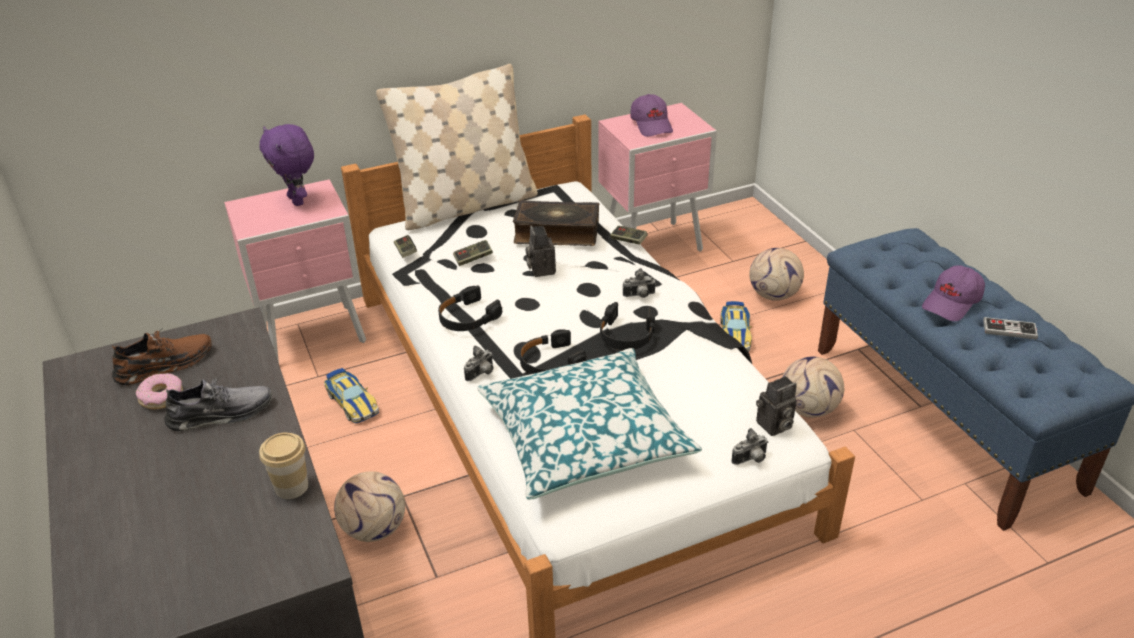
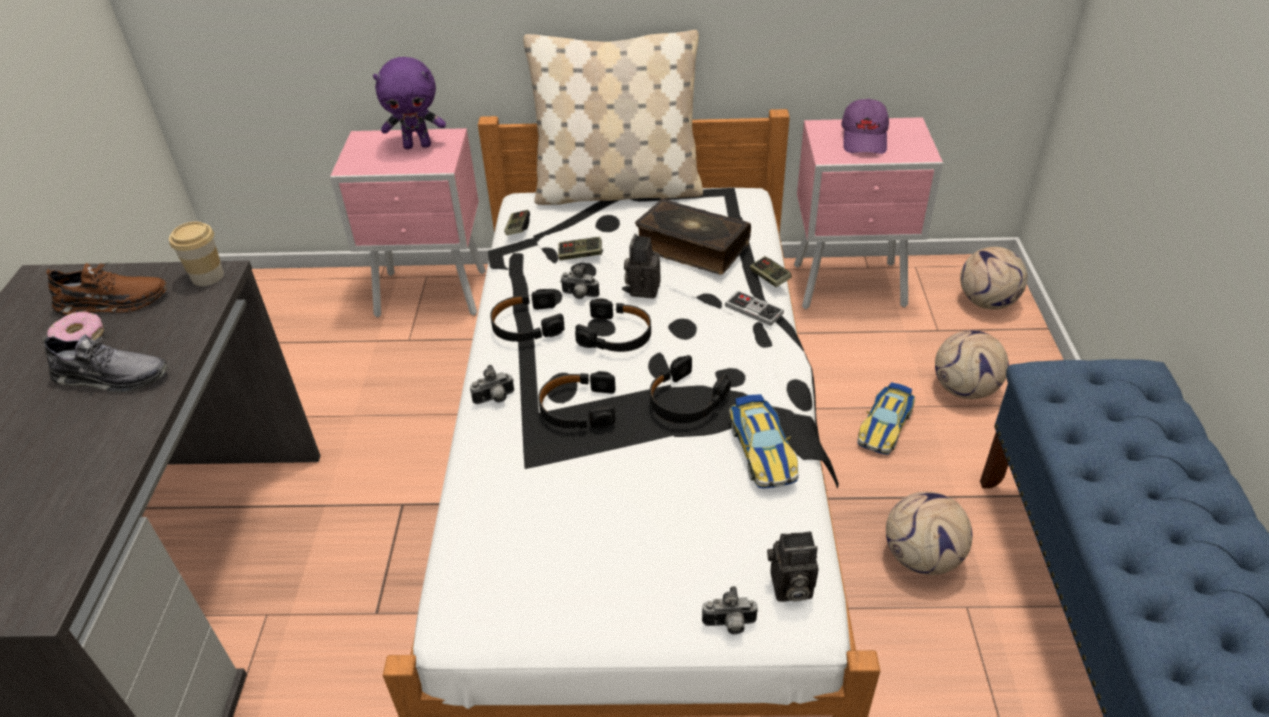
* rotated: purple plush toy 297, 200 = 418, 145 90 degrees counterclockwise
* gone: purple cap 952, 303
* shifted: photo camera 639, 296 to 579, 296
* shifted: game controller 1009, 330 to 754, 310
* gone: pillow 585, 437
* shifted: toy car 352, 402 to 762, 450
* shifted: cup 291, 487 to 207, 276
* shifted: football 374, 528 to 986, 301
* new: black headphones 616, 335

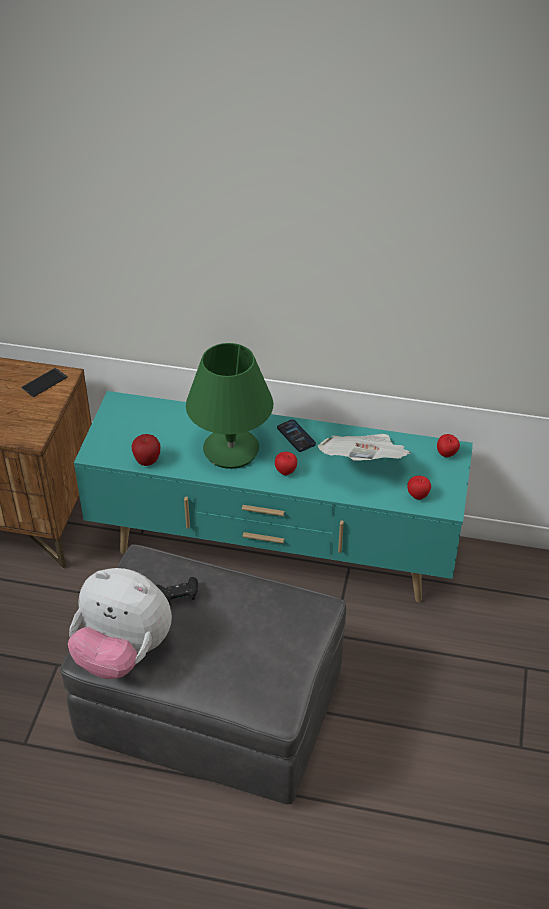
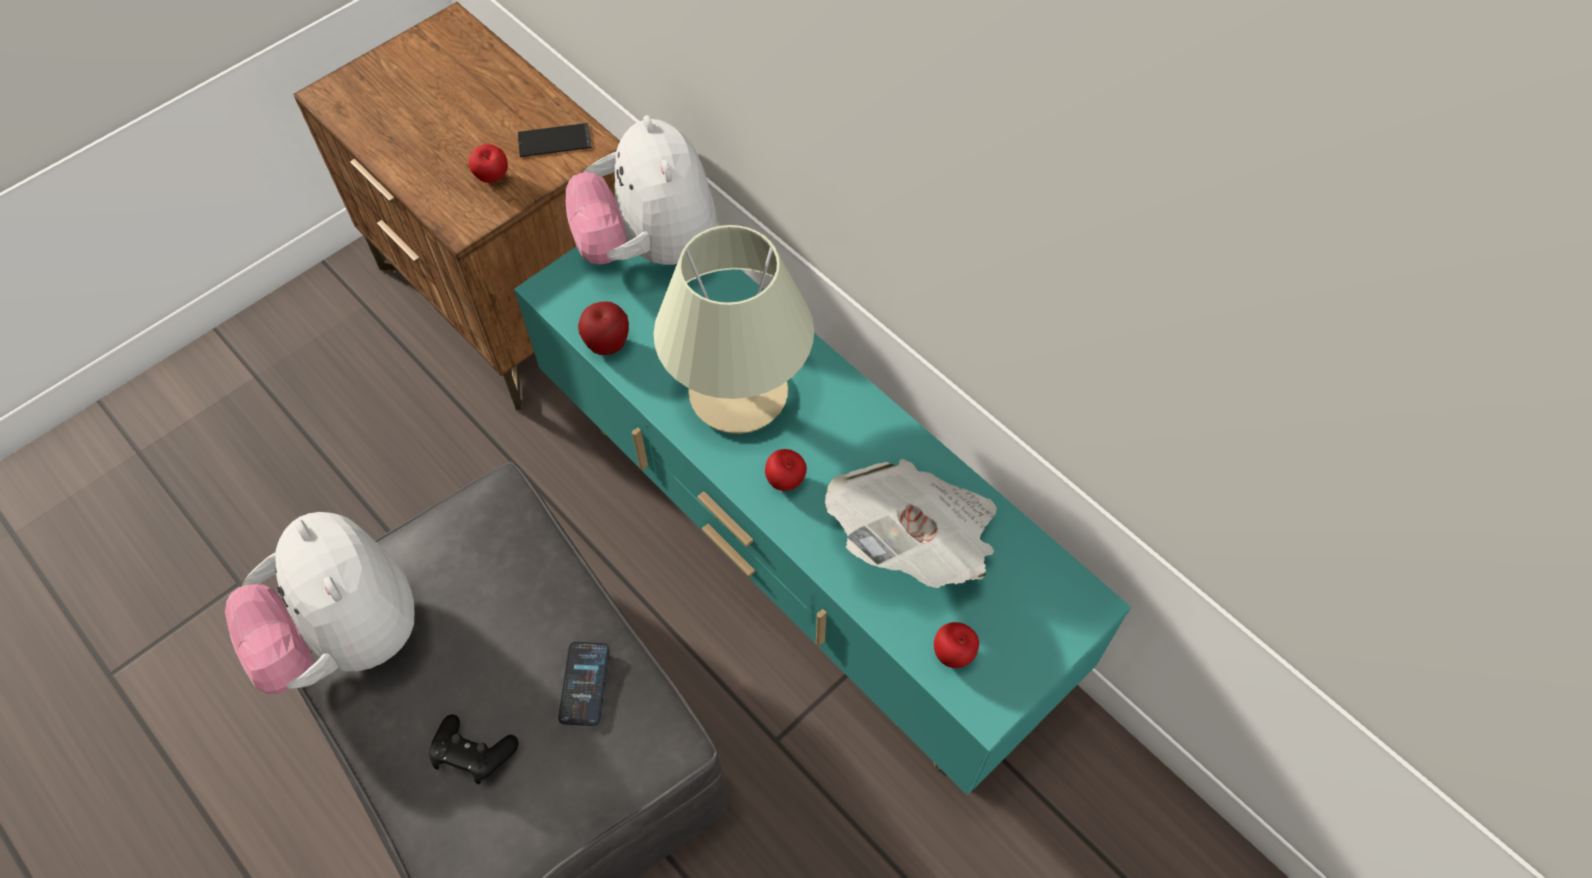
* repainted: green table lamp 230, 450 to beige table lamp 737, 394
* shifted: phone 296, 436 to 584, 684
* shifted: apple 446, 454 to 493, 178
* shifted: black game controller 178, 596 to 473, 754
* new: plush toy 650, 248

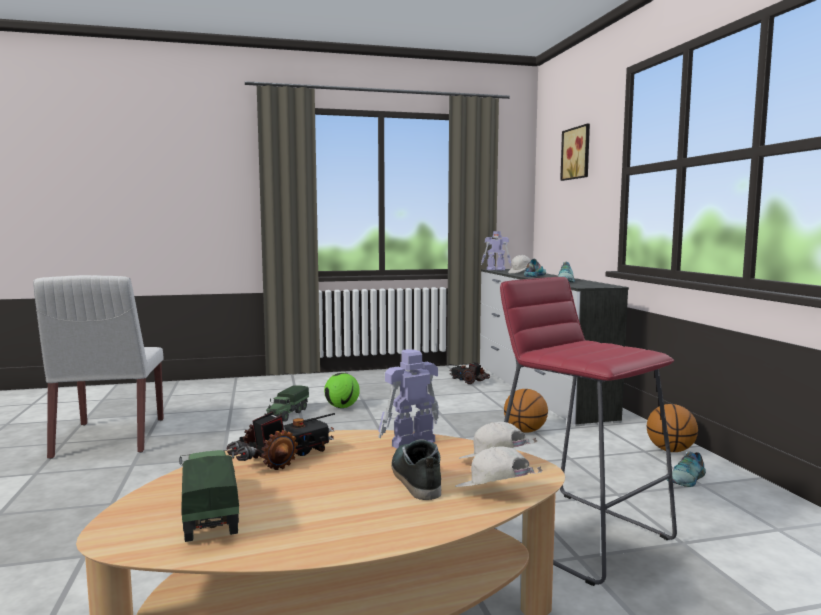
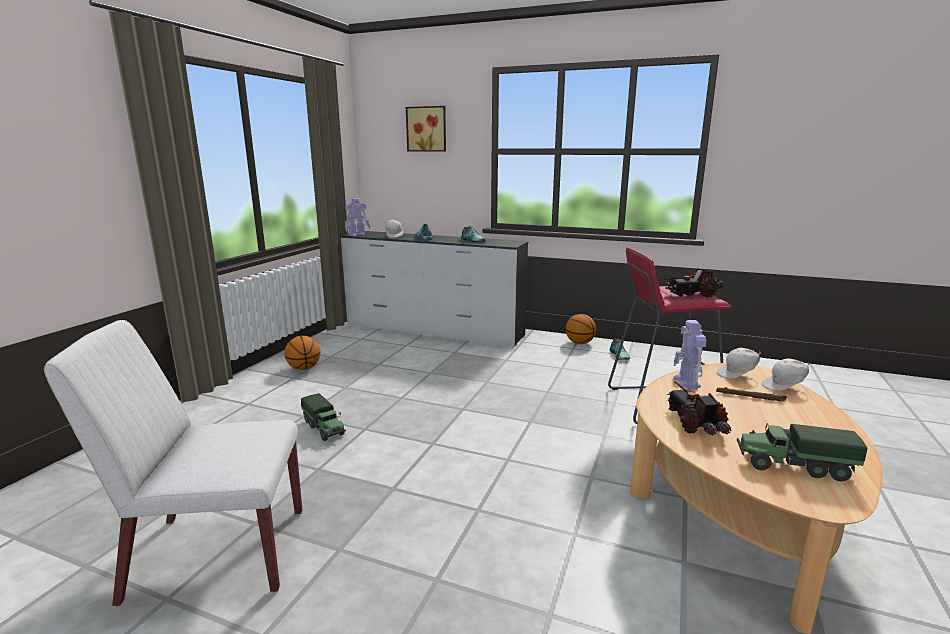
* rotated: white chair 110, 438 = 216, 553 150 degrees clockwise
* shifted: toy truck 468, 381 to 692, 294
* gone: football 342, 407
* shifted: basketball 524, 431 to 304, 368
* swapped: shoe 415, 477 to brown flashlight 750, 397

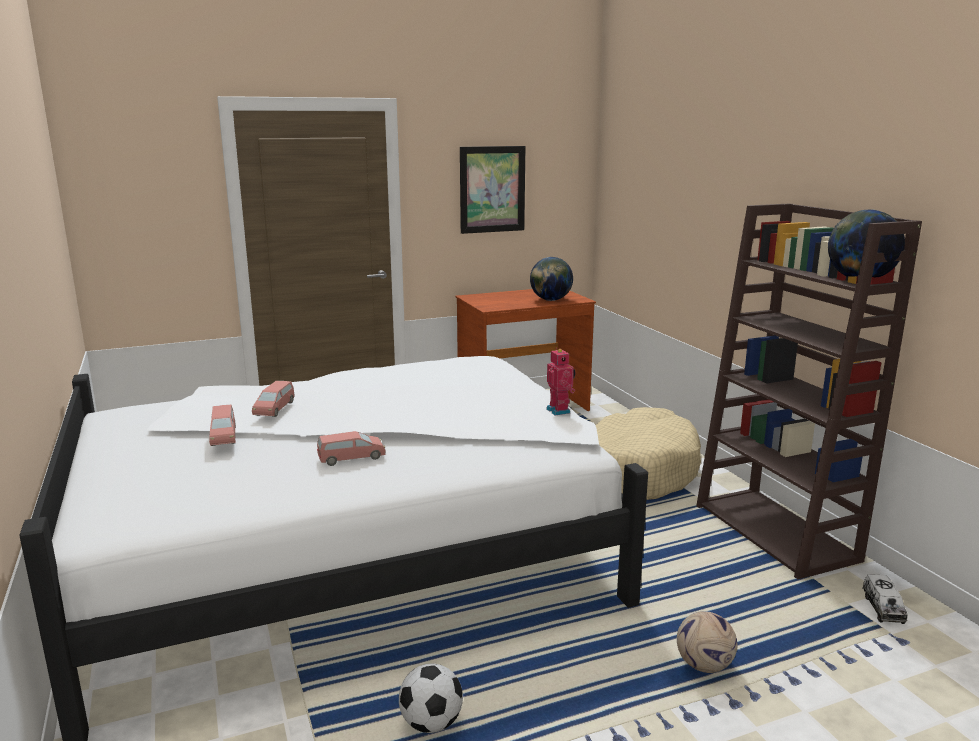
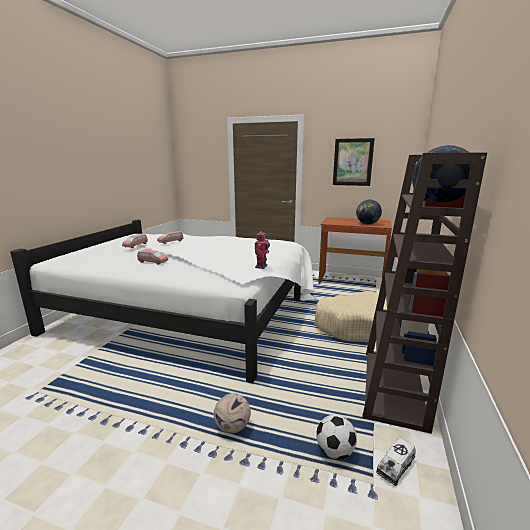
* shifted: football 431, 723 to 334, 451

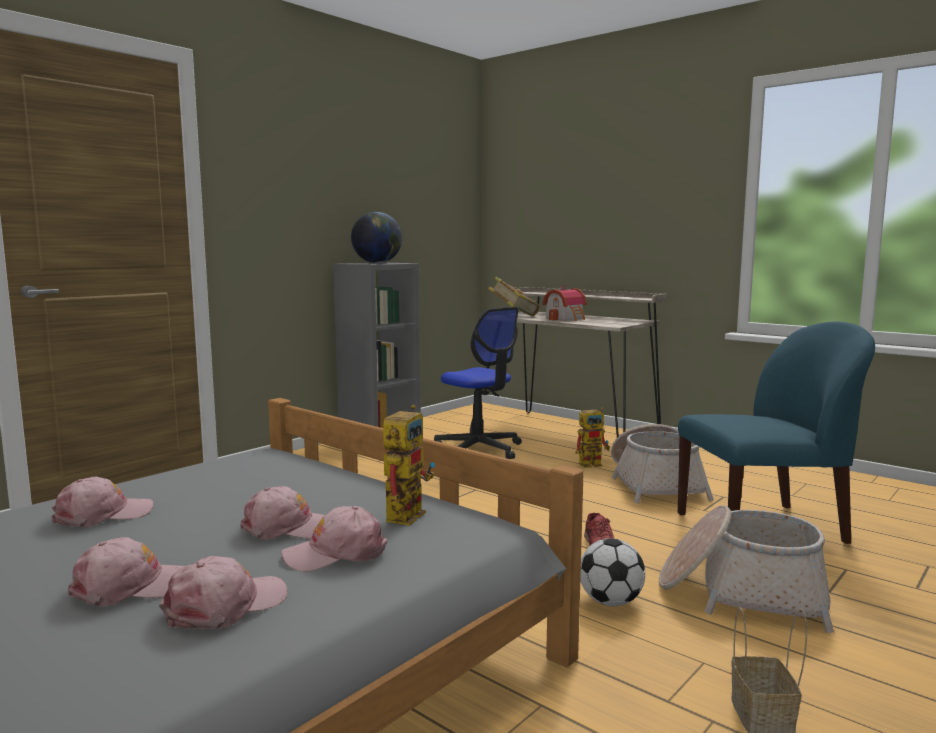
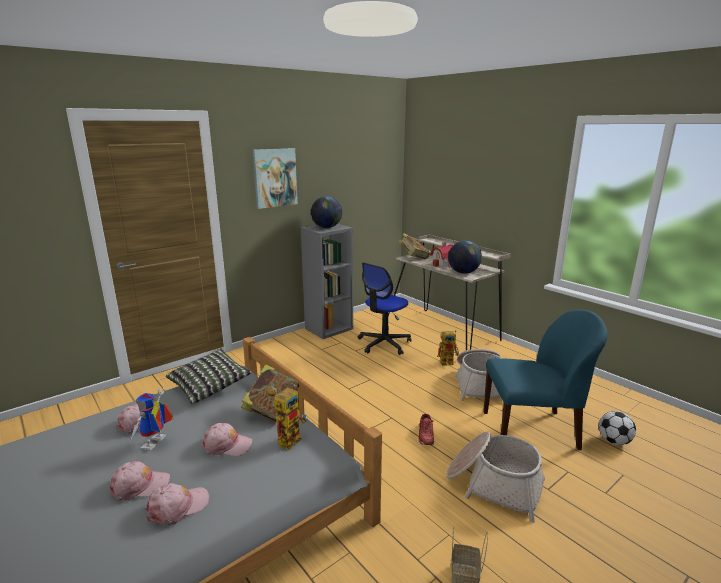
* rotated: office chair 479, 449 = 384, 343 75 degrees clockwise
* gone: pink cap 335, 553
* shifted: football 610, 602 to 614, 441
* new: picture 275, 178
* new: globe 463, 272
* new: pillow 209, 386
* new: book 272, 411
* new: toy robot 155, 445

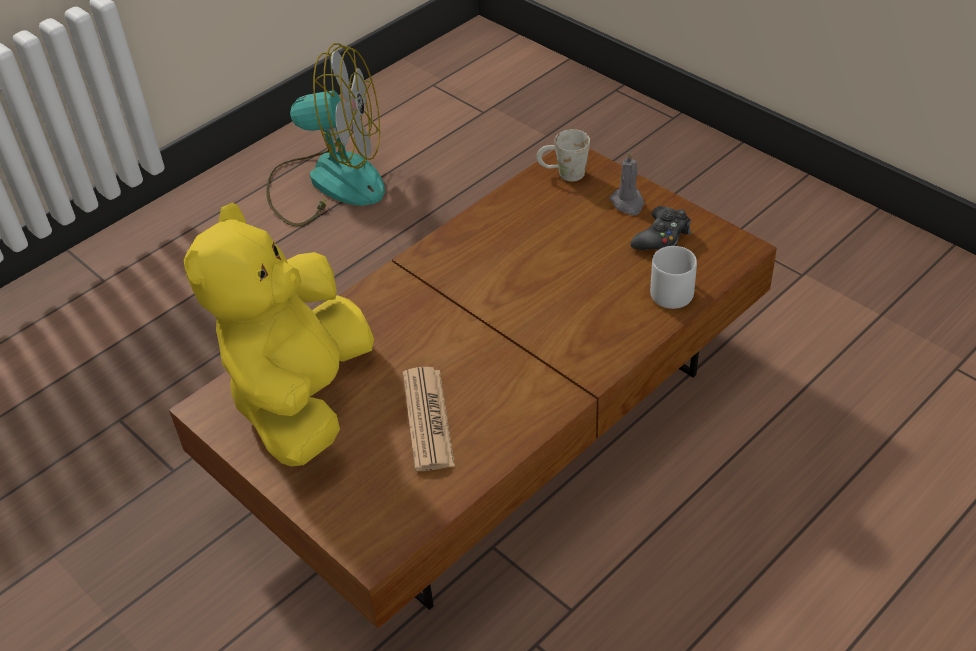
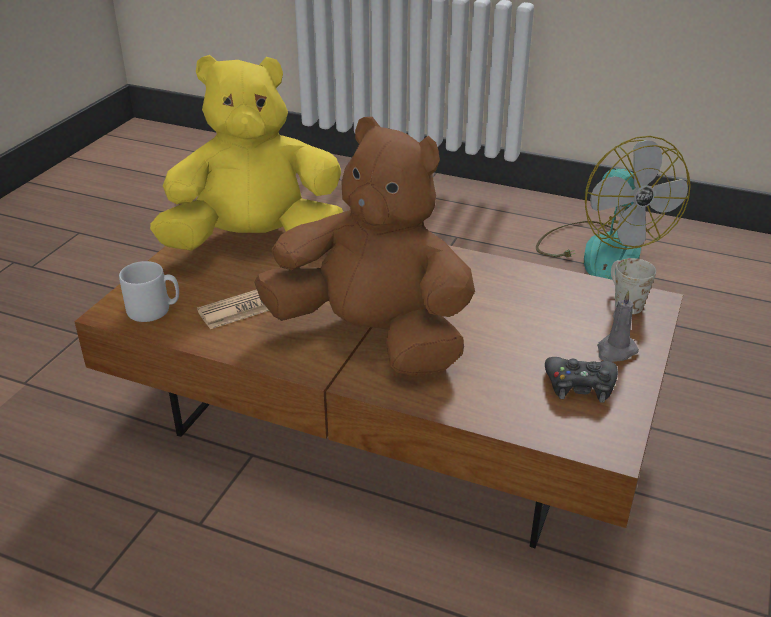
* shifted: grey mug 672, 290 to 154, 310
* new: brown plush toy 373, 337

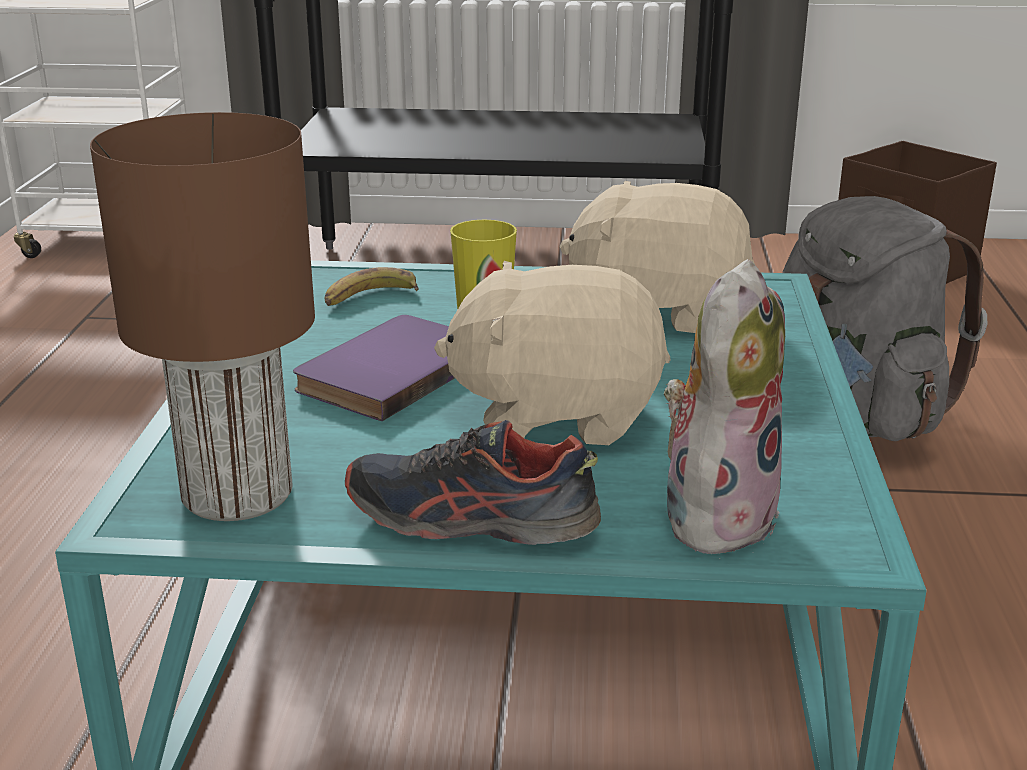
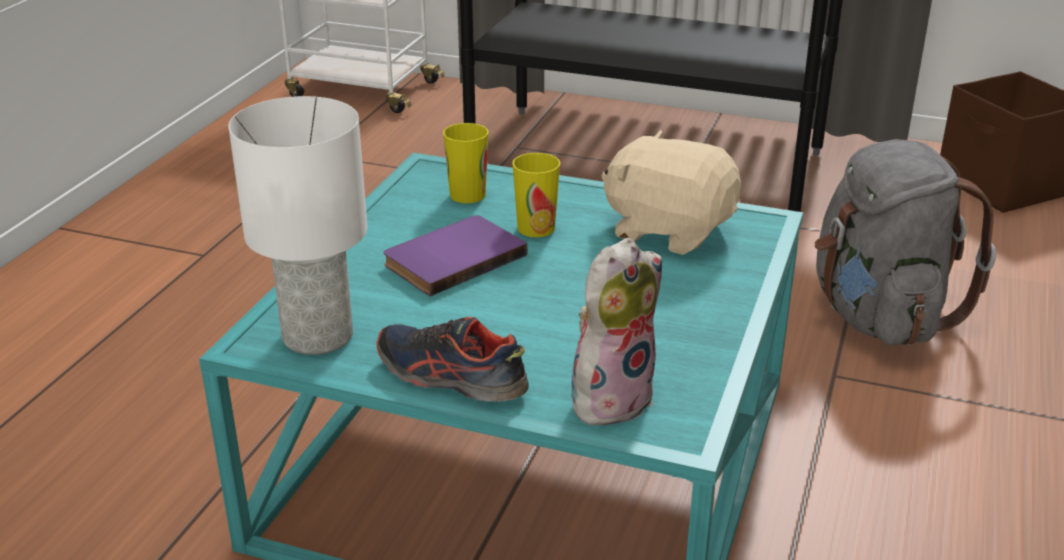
* repainted: brown table lamp 234, 495 to white table lamp 315, 336
* gone: beige plush toy 557, 413
* swapped: banana 369, 298 to cup 467, 195

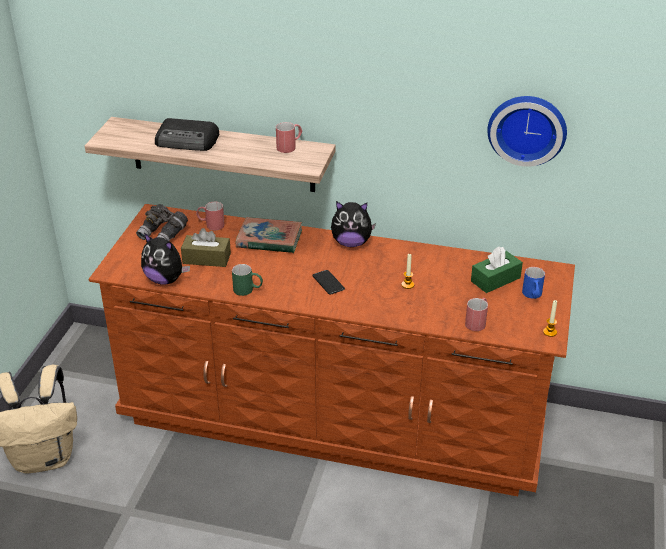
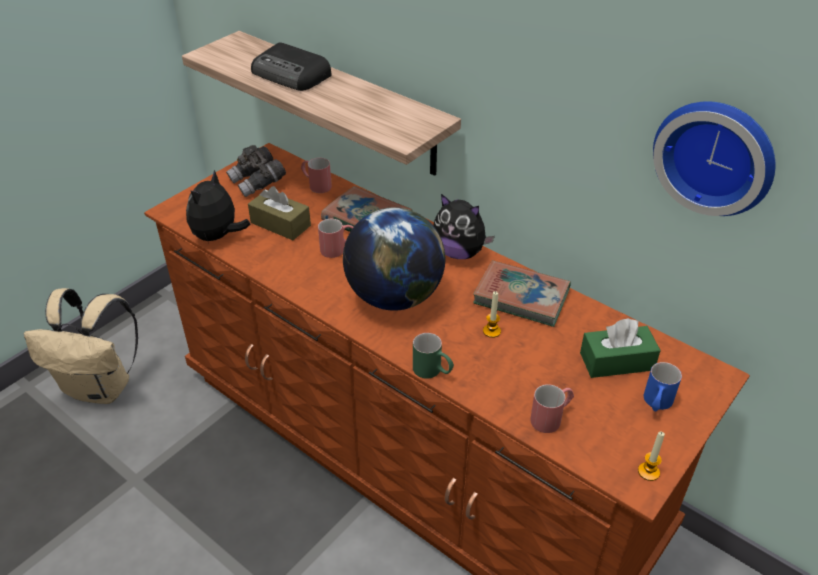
* shifted: red mug 290, 146 to 338, 249
* rotated: plush toy 165, 279 = 218, 237 60 degrees clockwise
* shifted: green mug 248, 290 to 433, 371
* swapped: phone 328, 283 to globe 394, 297
* new: book 521, 297

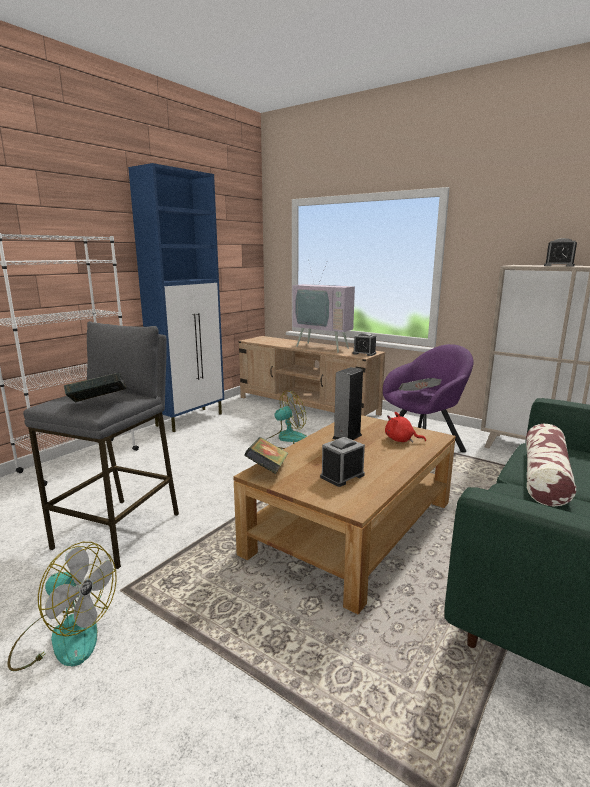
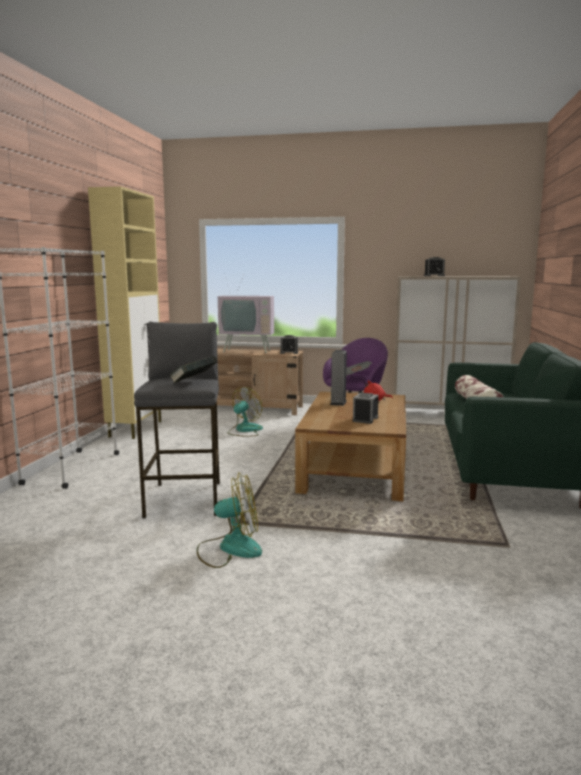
* repainted: blue cabinet 190, 419 to beige cabinet 136, 428
* gone: book 267, 470

